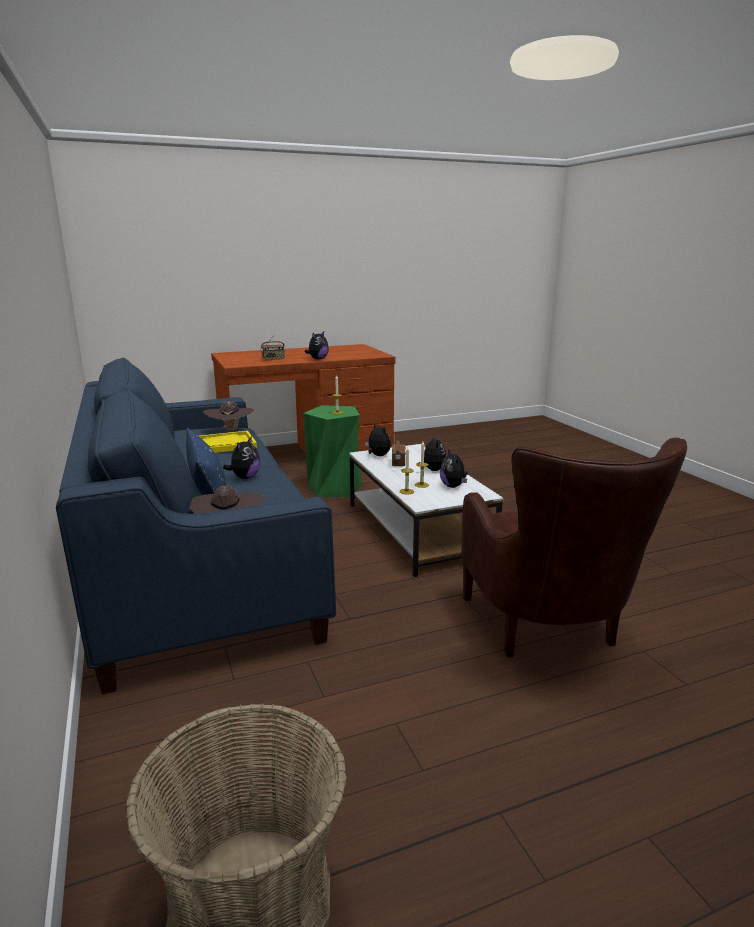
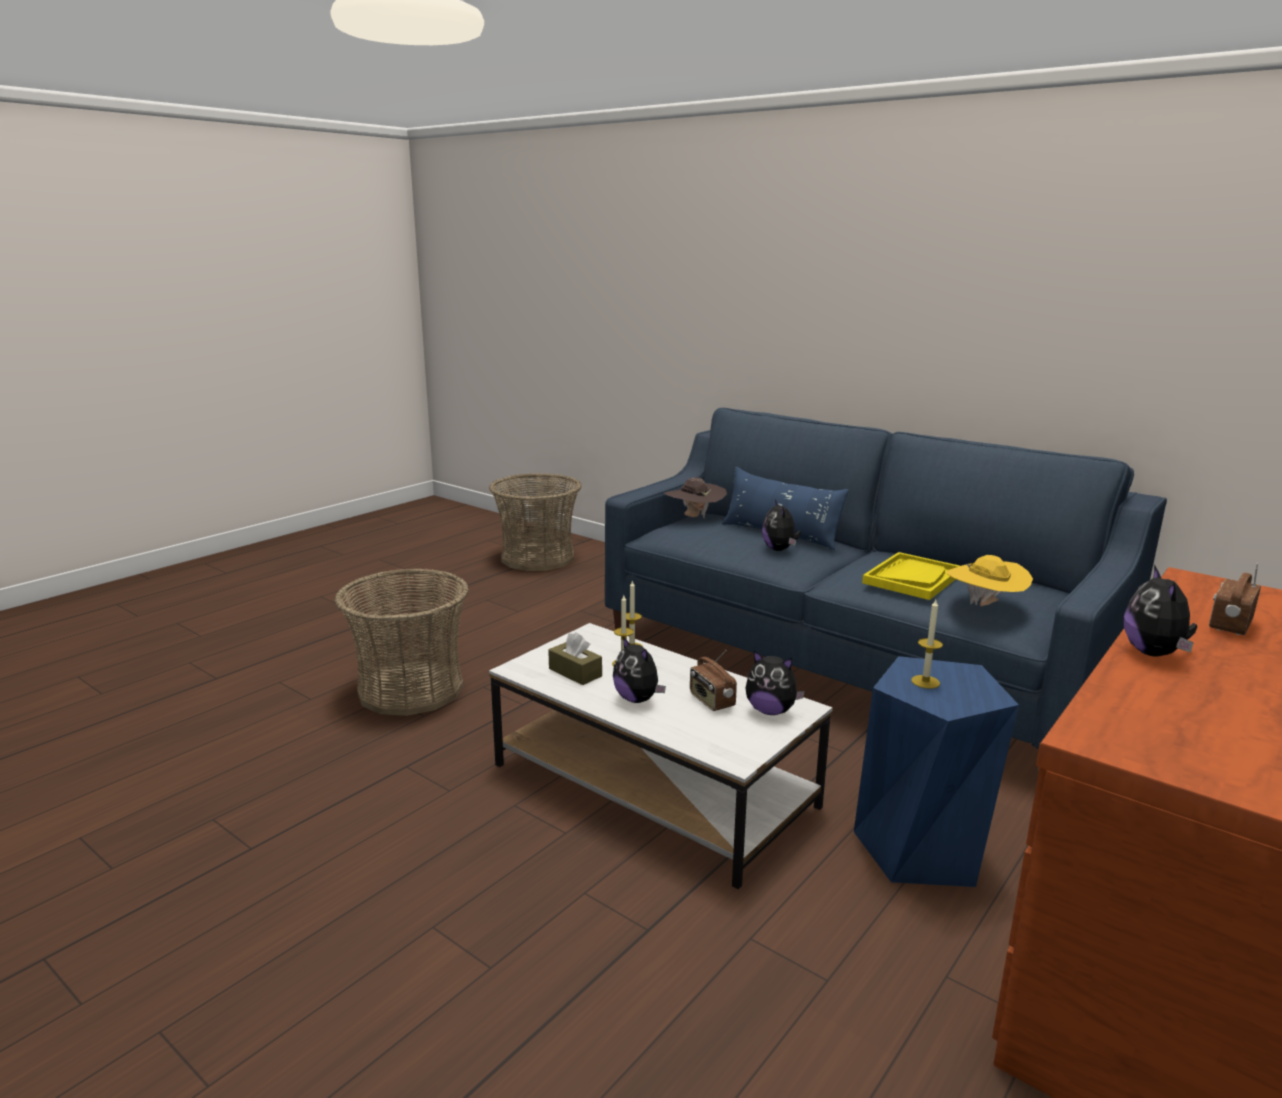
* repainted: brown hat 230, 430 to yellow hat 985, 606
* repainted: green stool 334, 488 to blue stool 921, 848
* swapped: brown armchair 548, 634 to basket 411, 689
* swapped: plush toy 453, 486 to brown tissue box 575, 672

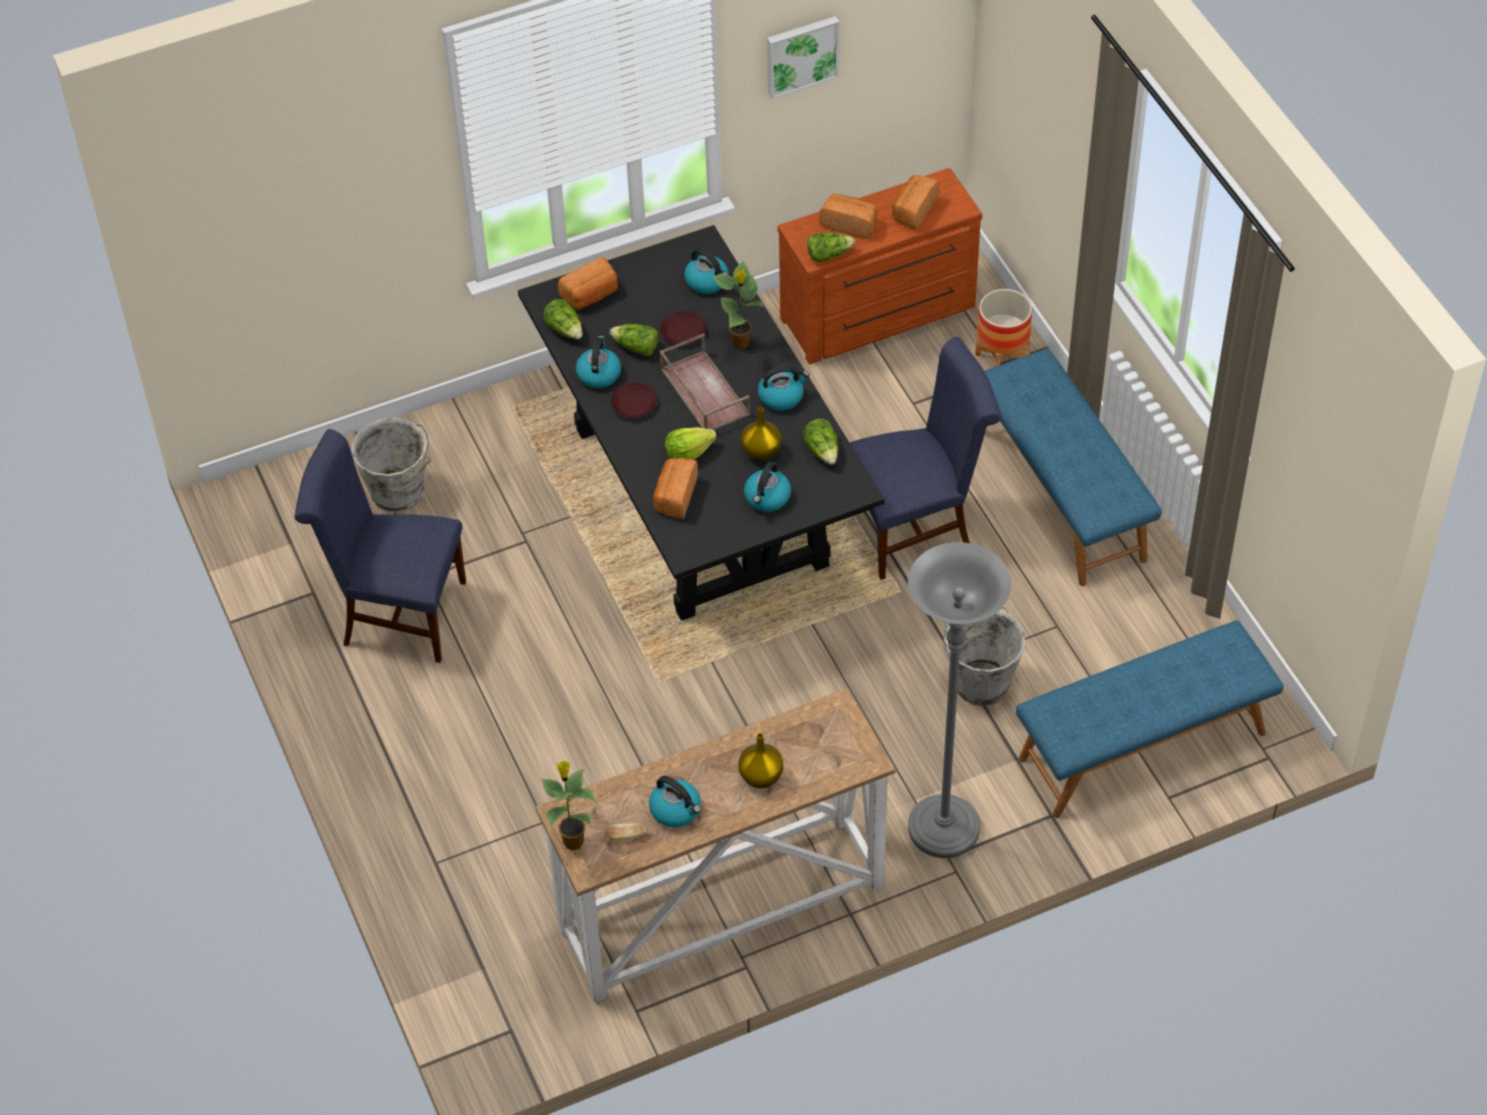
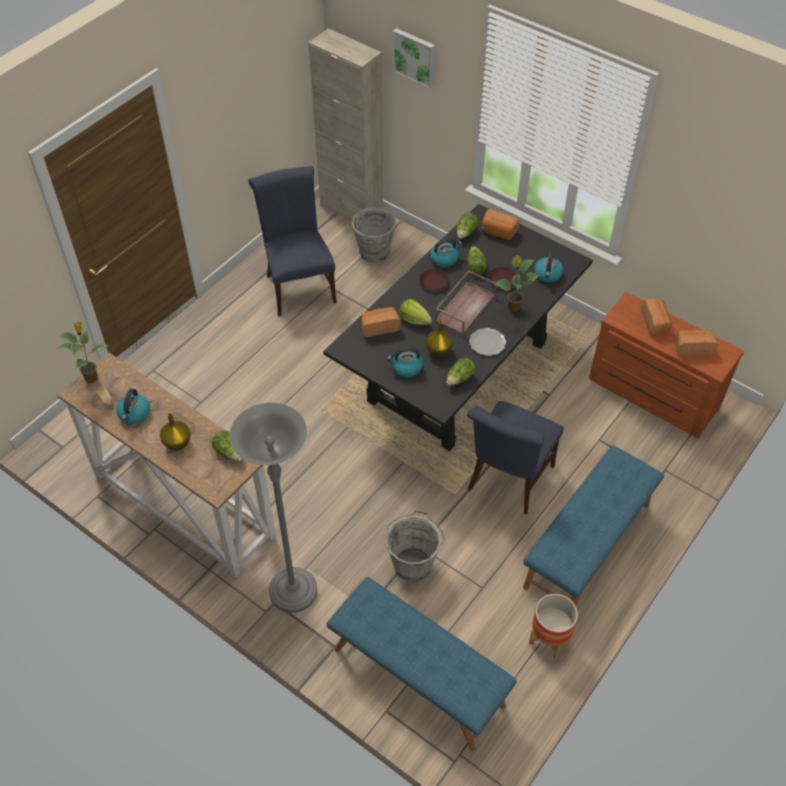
* shifted: picture 801, 55 to 415, 57
* shifted: lettuce 828, 254 to 229, 452
* shifted: planter 1002, 359 to 549, 639
* rotated: blue chair 916, 527 = 508, 481 75 degrees clockwise
* swapped: kettle 781, 396 to plate 487, 342
* new: beige cabinet 351, 211

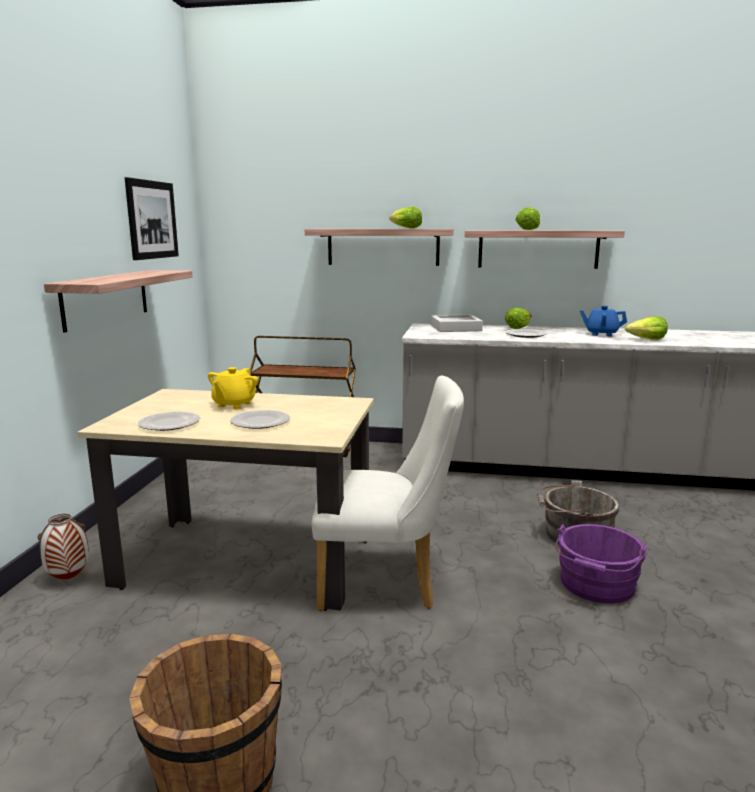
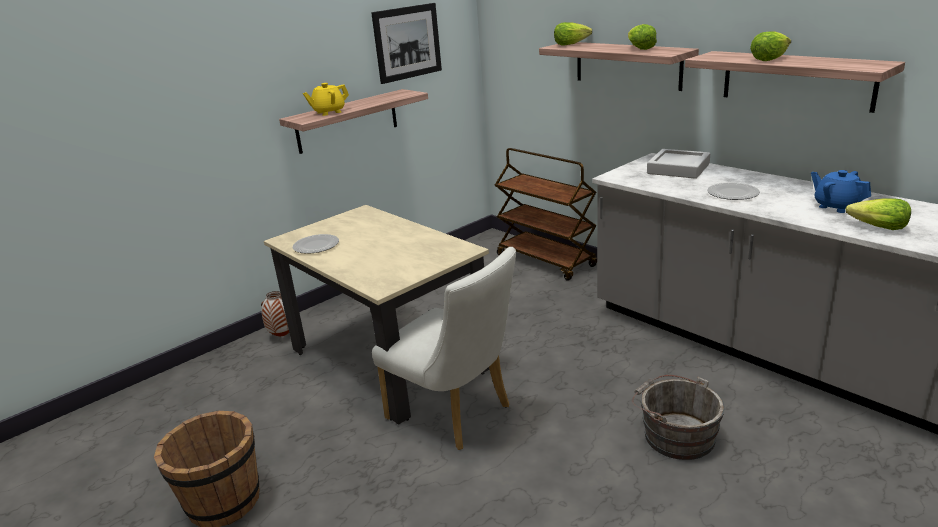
* shifted: lettuce 518, 327 to 571, 44
* shifted: yellow teapot 234, 404 to 328, 112
* gone: plate 261, 422
* gone: purple bucket 596, 585

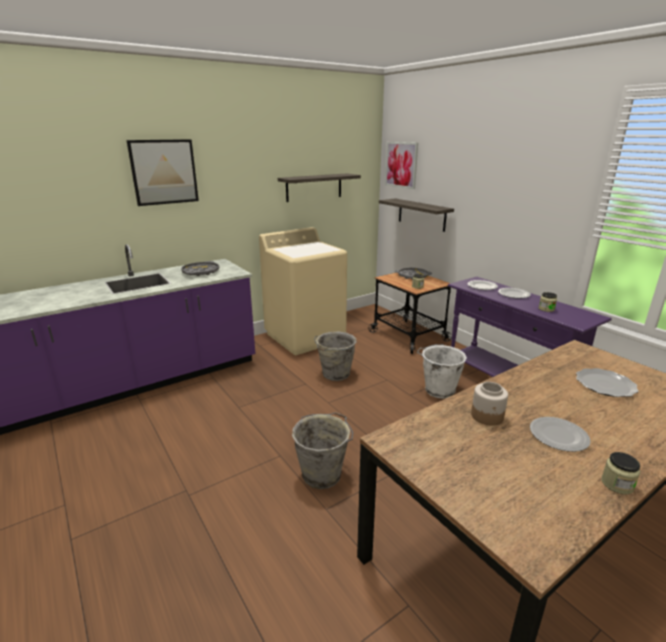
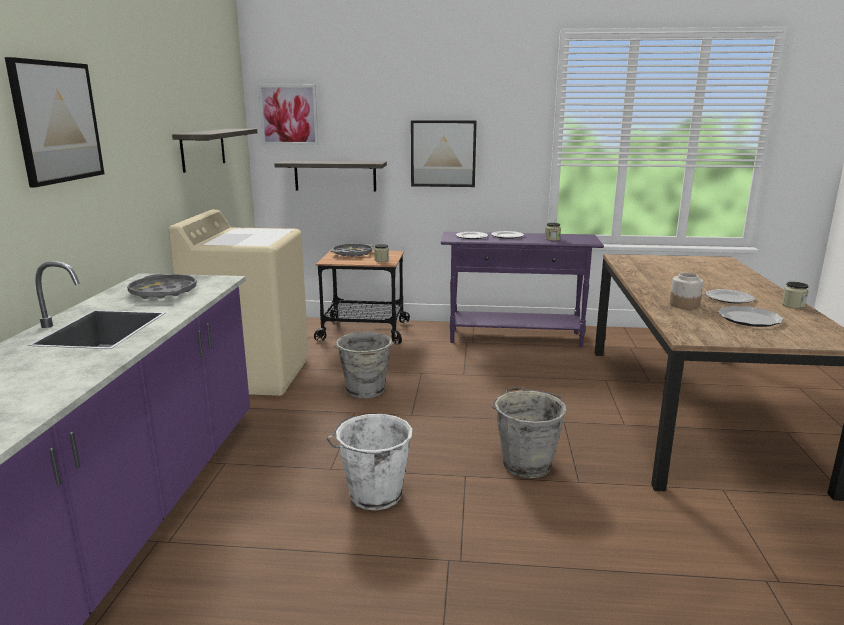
* shifted: white bucket 438, 390 to 373, 495
* shifted: plate 604, 385 to 749, 319
* new: picture 443, 153

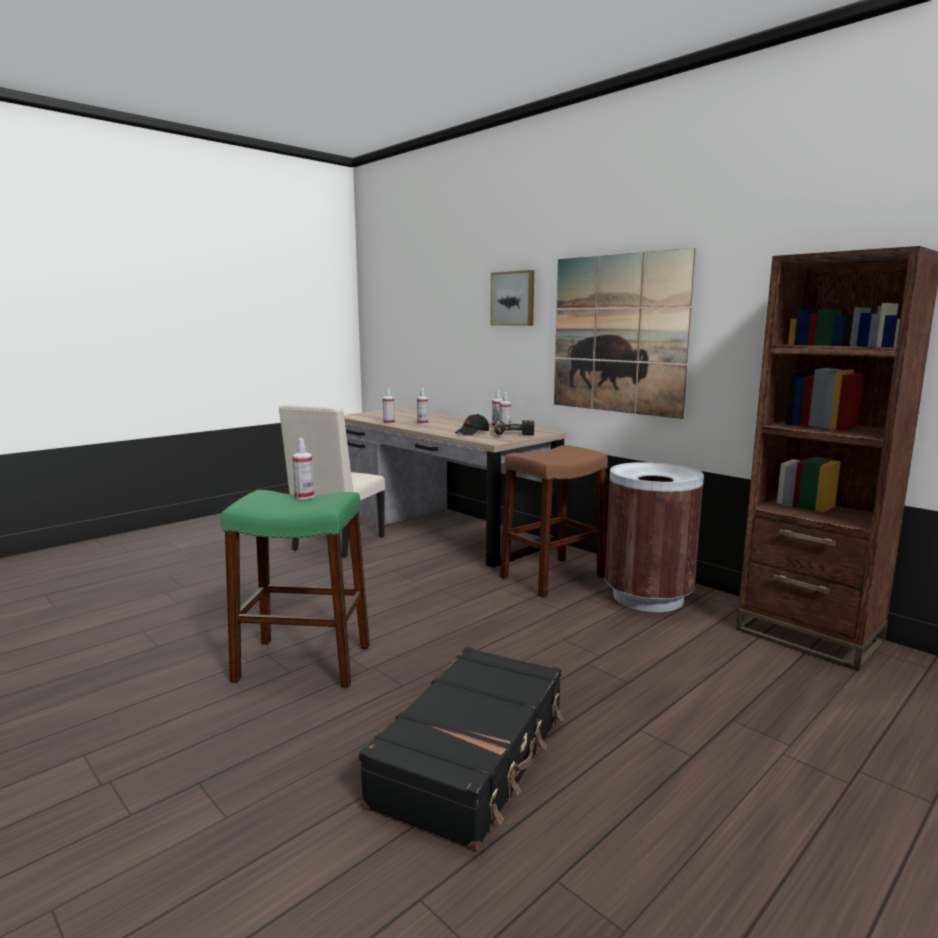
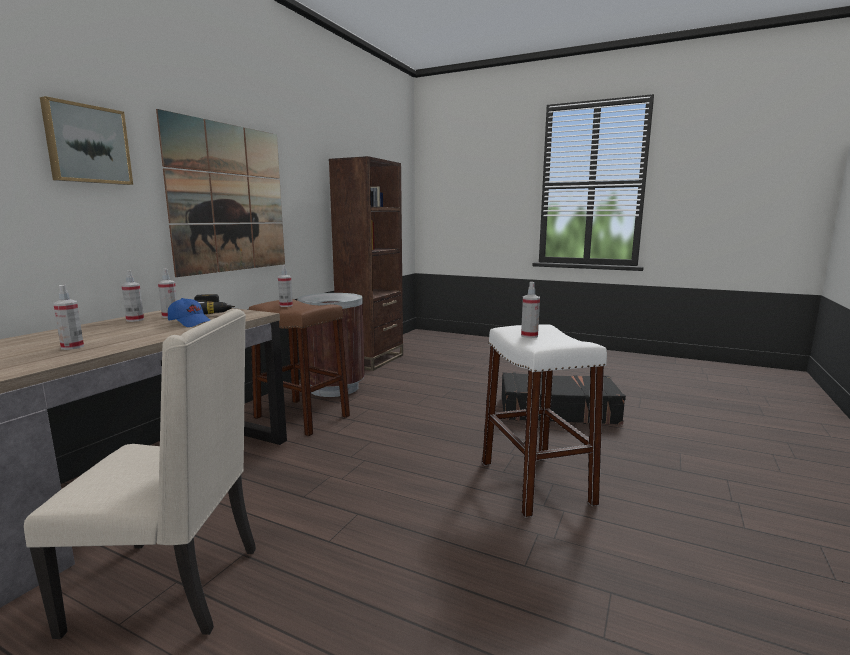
* shifted: spray bottle 389, 423 to 286, 305
* repainted: black cap 472, 433 to blue cap 191, 322
* repainted: green stool 303, 662 to white stool 536, 482

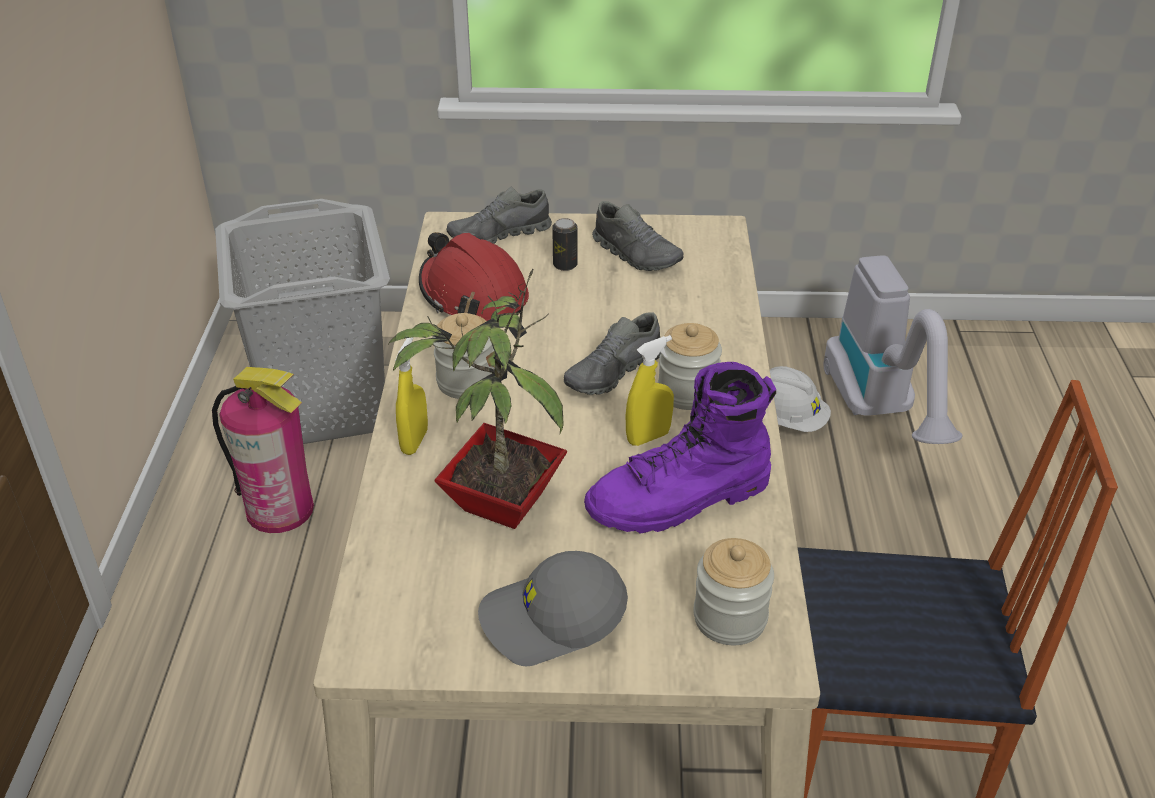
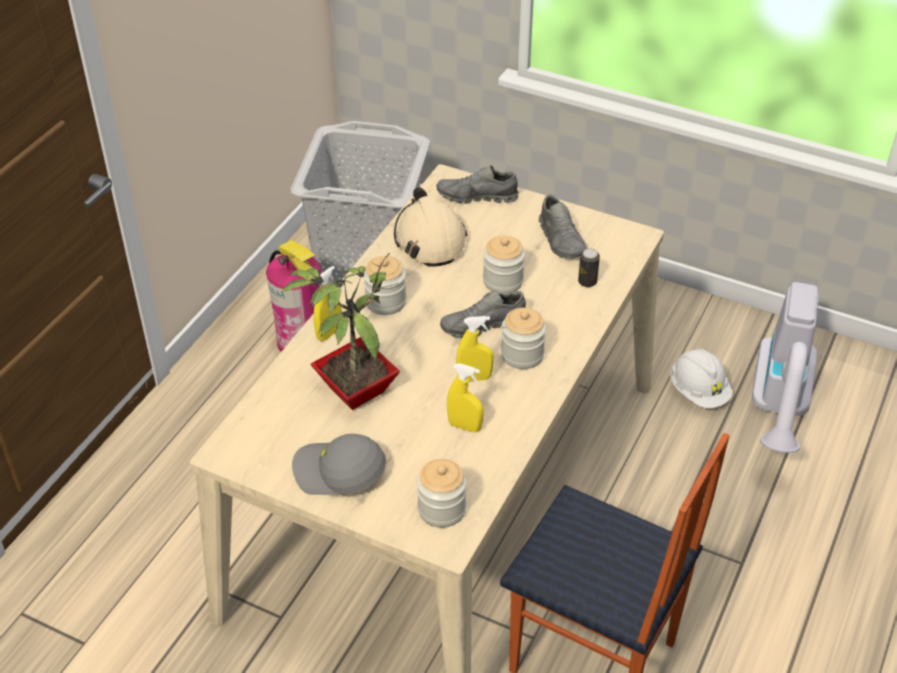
* shifted: can 565, 265 to 587, 282
* repainted: red hard hat 473, 295 to beige hard hat 429, 239
* swapped: purple boot 680, 500 to yellow spray bottle 464, 426
* new: jar 503, 281

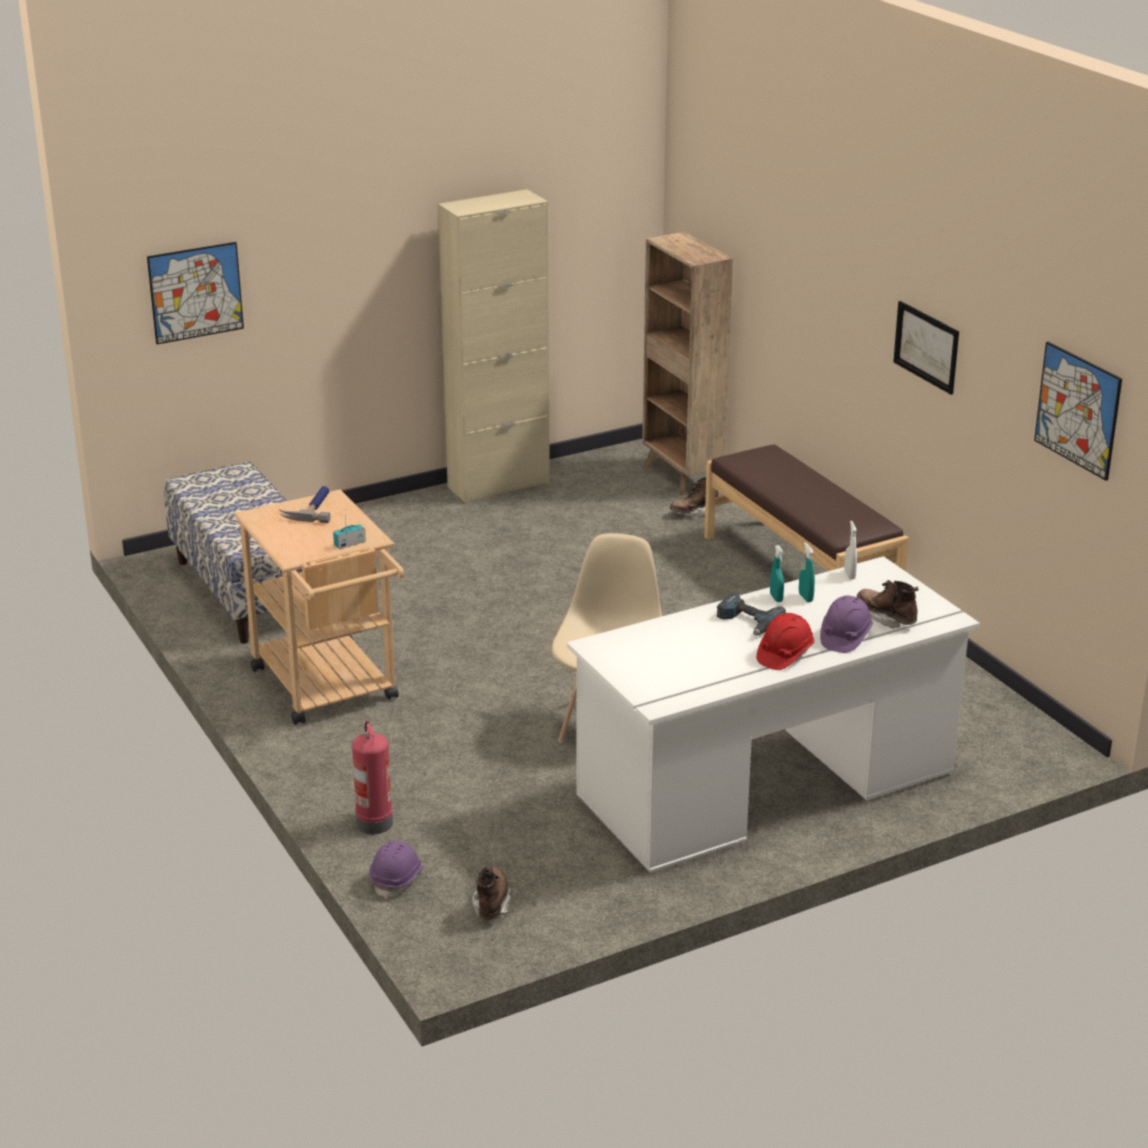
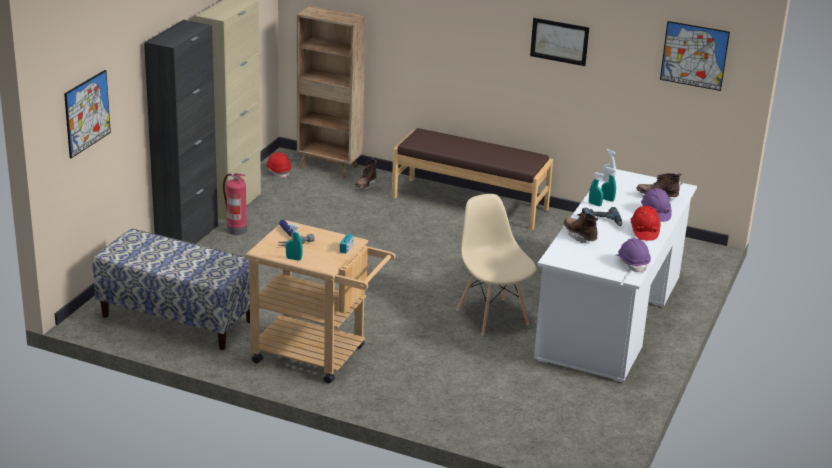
* shifted: fire extinguisher 373, 822 to 236, 230
* shifted: purple hard hat 397, 879 to 632, 263
* shifted: brown boot 492, 904 to 579, 236
* new: black cabinet 187, 237
* new: red hard hat 278, 172
* new: turquoise spray bottle 294, 259

